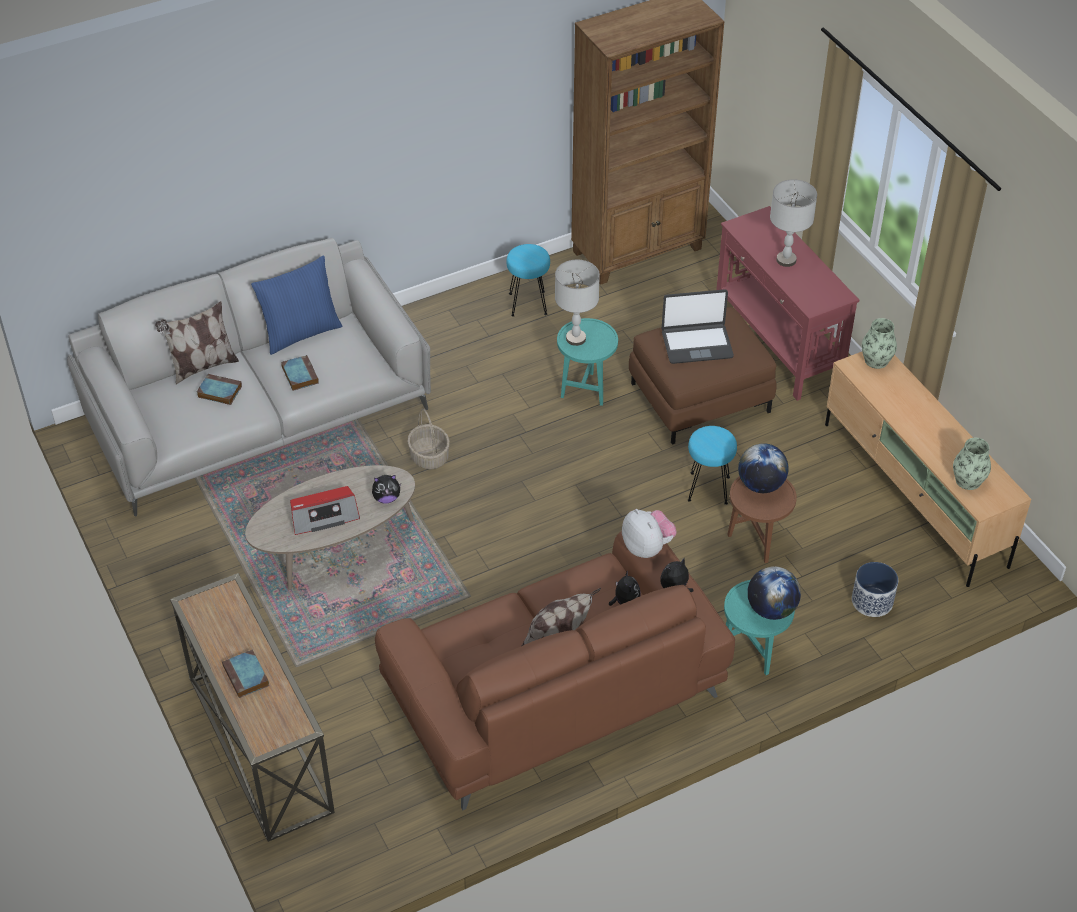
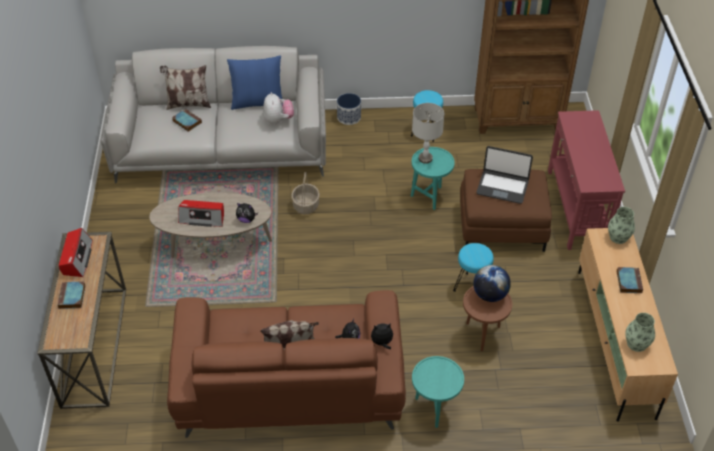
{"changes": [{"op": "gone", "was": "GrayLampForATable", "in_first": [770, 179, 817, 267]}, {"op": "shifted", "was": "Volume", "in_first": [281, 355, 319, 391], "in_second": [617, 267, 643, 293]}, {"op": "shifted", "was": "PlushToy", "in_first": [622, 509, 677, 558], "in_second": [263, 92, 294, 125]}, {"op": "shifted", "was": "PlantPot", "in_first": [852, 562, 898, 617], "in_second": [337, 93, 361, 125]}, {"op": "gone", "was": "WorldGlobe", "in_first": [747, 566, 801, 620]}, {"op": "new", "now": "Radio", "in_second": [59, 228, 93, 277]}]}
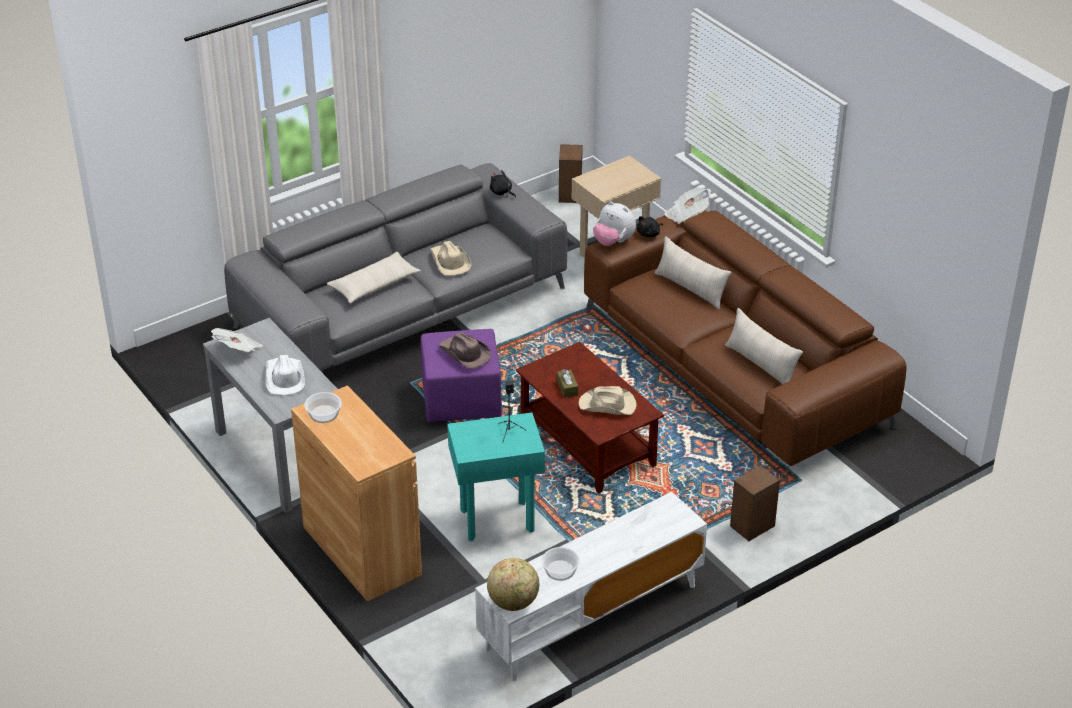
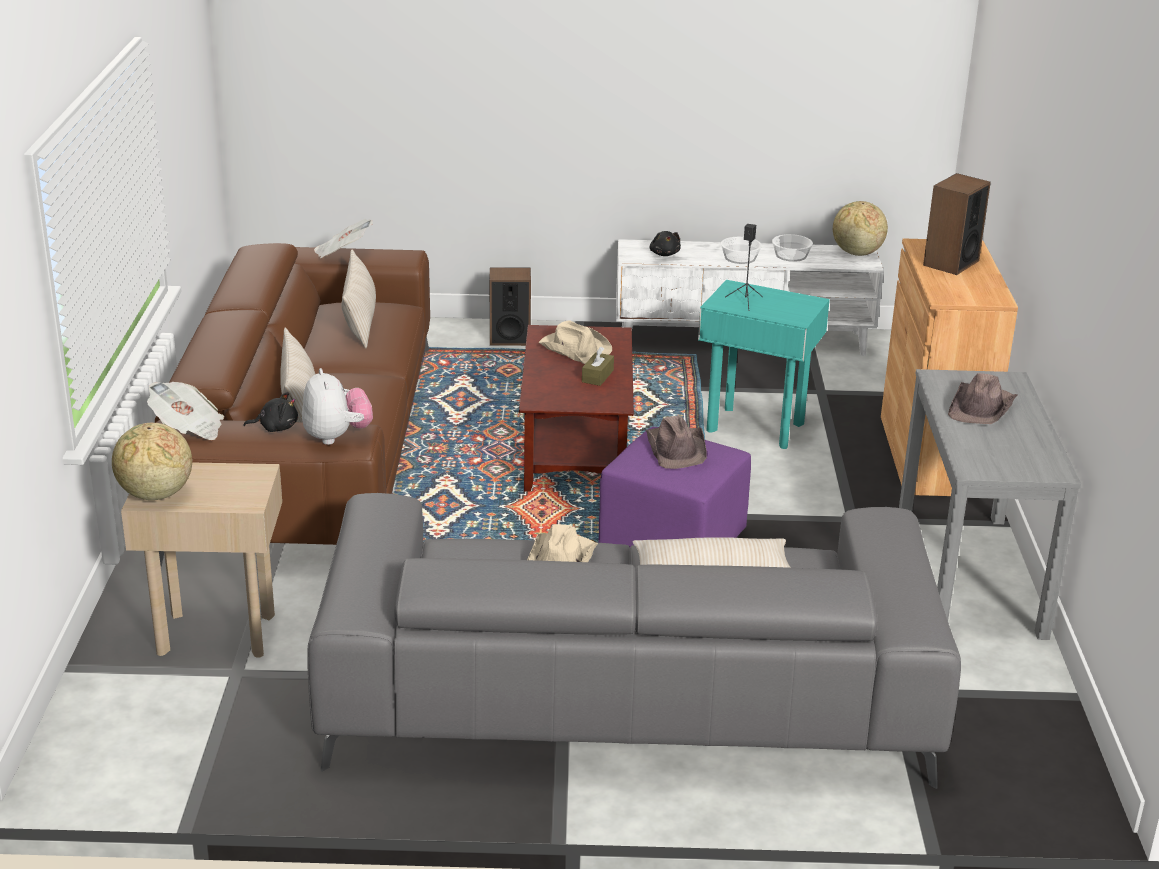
{"changes": [{"op": "shifted", "was": "Loudspeaker", "in_first": [559, 144, 583, 203], "in_second": [923, 173, 991, 275]}, {"op": "shifted", "was": "BlackPlushToy", "in_first": [490, 170, 516, 198], "in_second": [650, 231, 681, 256]}, {"op": "shifted", "was": "PrintedPaper", "in_first": [211, 328, 263, 352], "in_second": [314, 219, 373, 258]}, {"op": "repainted", "was": "WhiteHat", "now": "BrownColouredHat", "in_first": [266, 355, 305, 395], "in_second": [948, 373, 1018, 424]}, {"op": "shifted", "was": "Bowl", "in_first": [304, 392, 342, 423], "in_second": [721, 237, 762, 264]}, {"op": "new", "now": "WorldGlobe", "in_second": [112, 423, 192, 500]}]}
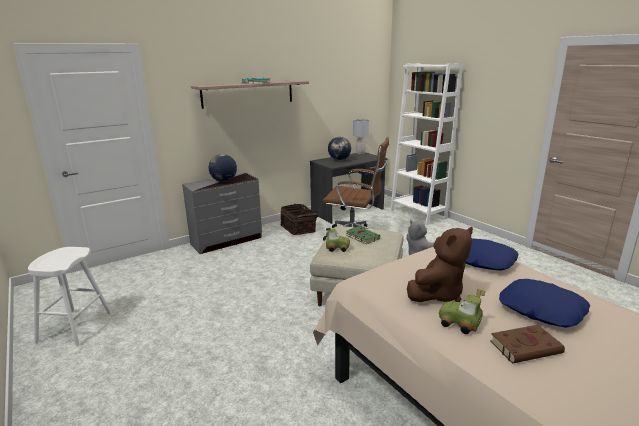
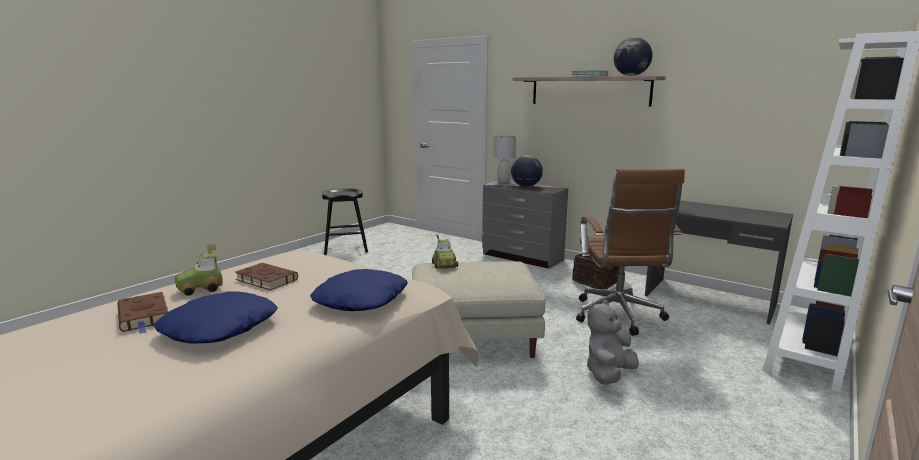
{"changes": [{"op": "shifted", "was": "GrayLampForATable", "in_first": [353, 119, 369, 154], "in_second": [493, 135, 516, 183]}, {"op": "shifted", "was": "WorldGlobe", "in_first": [328, 137, 351, 160], "in_second": [614, 37, 652, 76]}, {"op": "gone", "was": "GreenVolume", "in_first": [346, 226, 380, 244]}, {"op": "swapped", "was": "BrownColouredPlushToy", "now": "BrownColouredVolume", "in_first": [407, 227, 473, 302], "in_second": [235, 263, 298, 290]}, {"op": "repainted", "was": "WhiteStool", "now": "BlackStool", "in_first": [28, 247, 111, 346], "in_second": [322, 188, 368, 255]}, {"op": "rotated", "was": "MiniatureCar", "in_first": [439, 289, 485, 334], "in_second": [174, 245, 223, 296], "clockwise": -135}]}
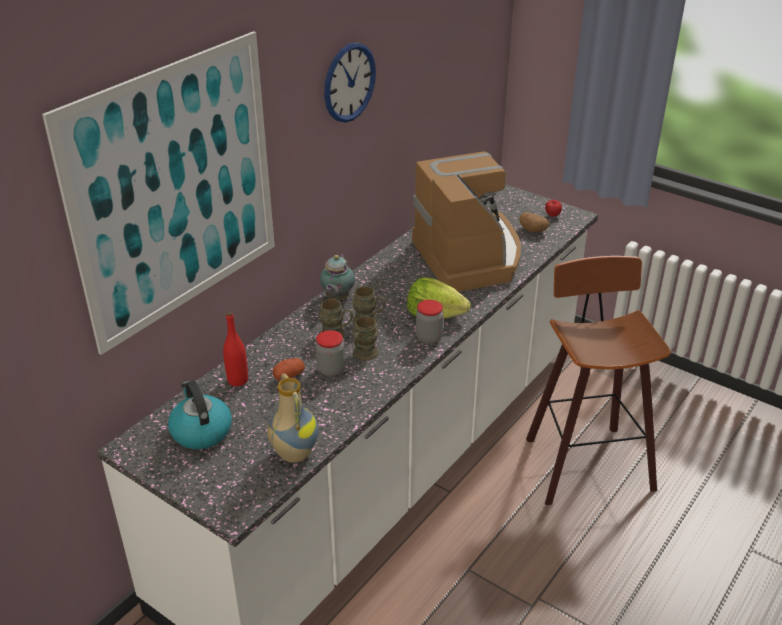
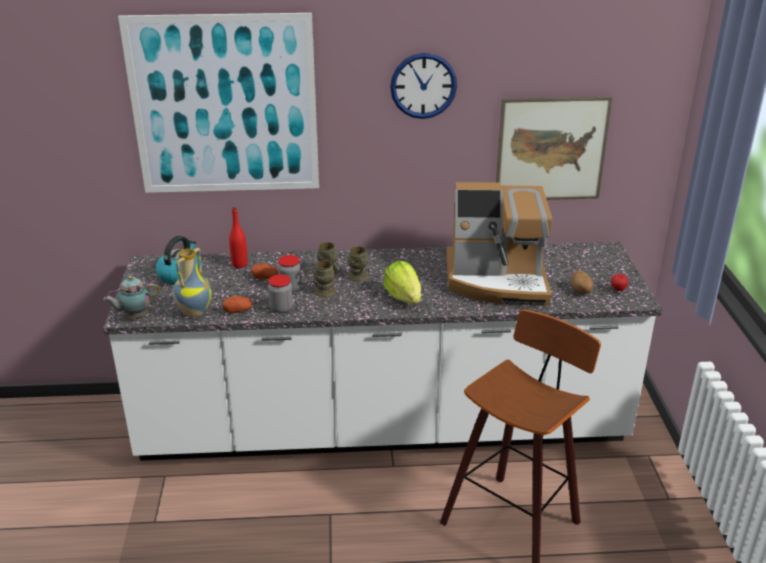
{"changes": [{"op": "rotated", "was": "CoffeeBrewer", "in_first": [412, 151, 521, 292], "in_second": [446, 182, 552, 306], "clockwise": 60}, {"op": "shifted", "was": "TeaPot", "in_first": [320, 254, 355, 300], "in_second": [103, 276, 160, 318]}, {"op": "shifted", "was": "StorageJar", "in_first": [416, 300, 444, 344], "in_second": [268, 274, 293, 313]}, {"op": "new", "now": "WallPicture", "in_second": [496, 97, 612, 200]}, {"op": "new", "now": "WholePotato", "in_second": [222, 296, 252, 313]}]}
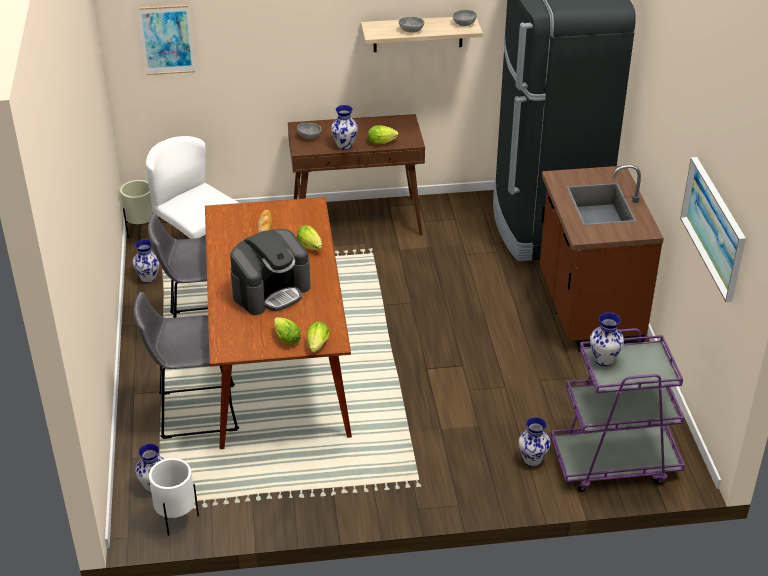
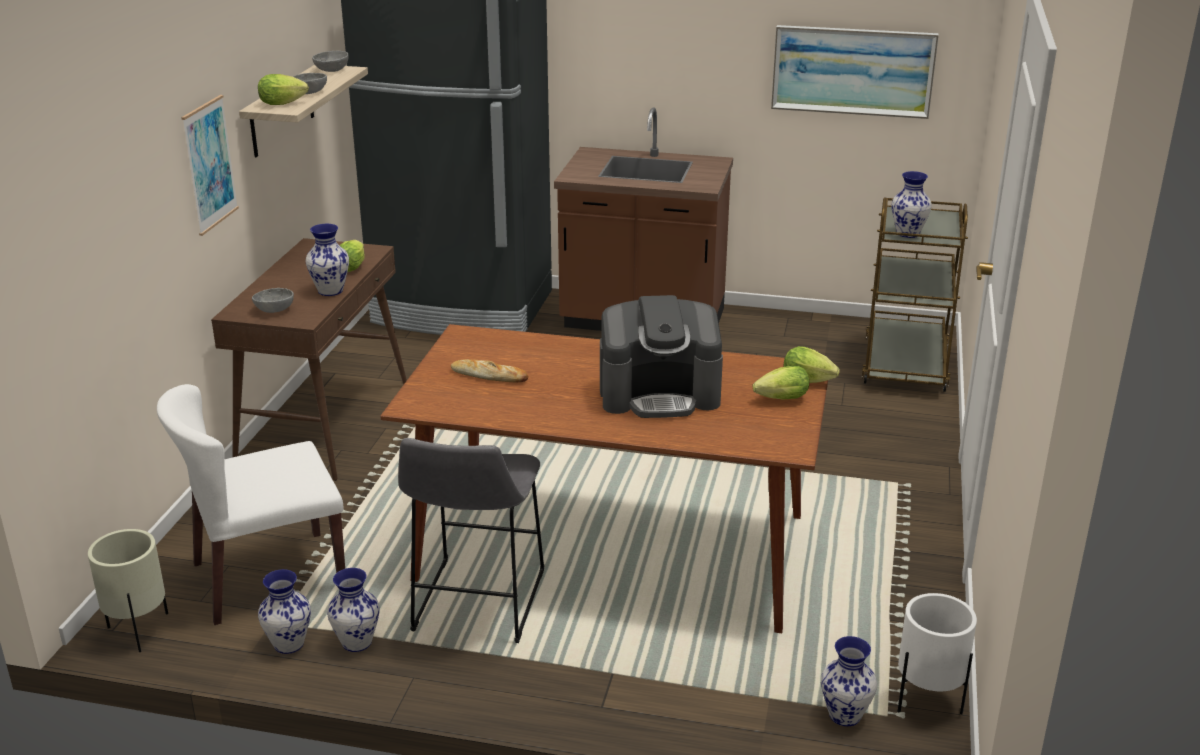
{"changes": [{"op": "shifted", "was": "WallPicture", "in_first": [138, 5, 195, 75], "in_second": [181, 95, 239, 236]}, {"op": "shifted", "was": "Lettuce", "in_first": [297, 225, 322, 250], "in_second": [258, 74, 309, 105]}, {"op": "rotated", "was": "CoffeeBrewer", "in_first": [230, 229, 311, 315], "in_second": [600, 295, 723, 418], "clockwise": 105}, {"op": "gone", "was": "GrayStool", "in_first": [133, 292, 239, 439]}, {"op": "repainted", "was": "PurplishTrolley", "now": "BrownColouredTrolley", "in_first": [551, 328, 685, 492], "in_second": [862, 197, 968, 392]}, {"op": "shifted", "was": "Vase", "in_first": [519, 417, 550, 466], "in_second": [327, 568, 379, 652]}]}
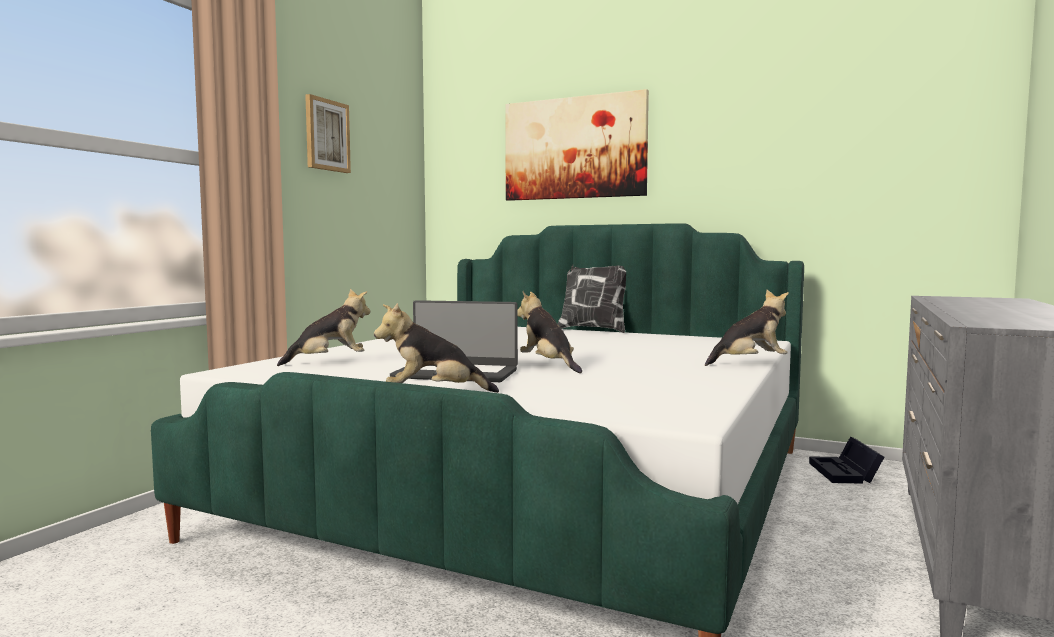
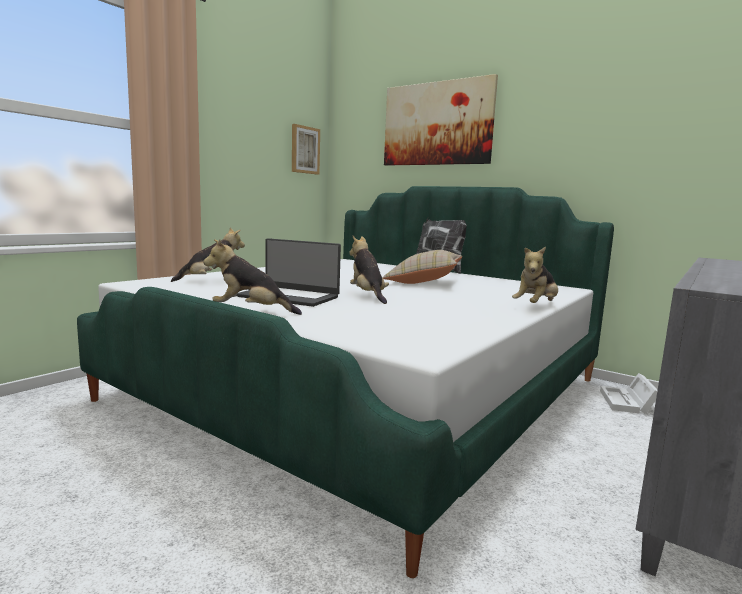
{"changes": [{"op": "shifted", "was": "WallPicture", "in_first": [305, 94, 351, 173], "in_second": [292, 124, 320, 174]}, {"op": "rotated", "was": "PlushToy", "in_first": [705, 290, 789, 366], "in_second": [512, 247, 558, 303], "clockwise": 135}, {"op": "repainted", "was": "BlackStorageBin", "now": "WhiteStorageBin", "in_first": [809, 436, 884, 484], "in_second": [600, 373, 657, 414]}, {"op": "new", "now": "BeigeColouredPillow", "in_second": [383, 250, 462, 284]}]}
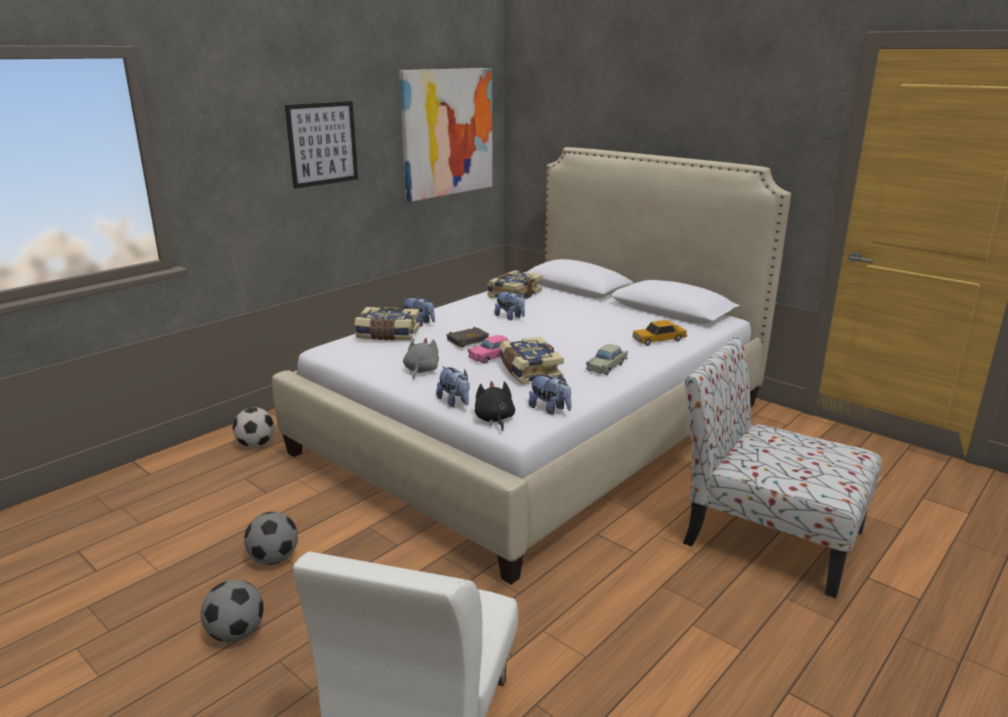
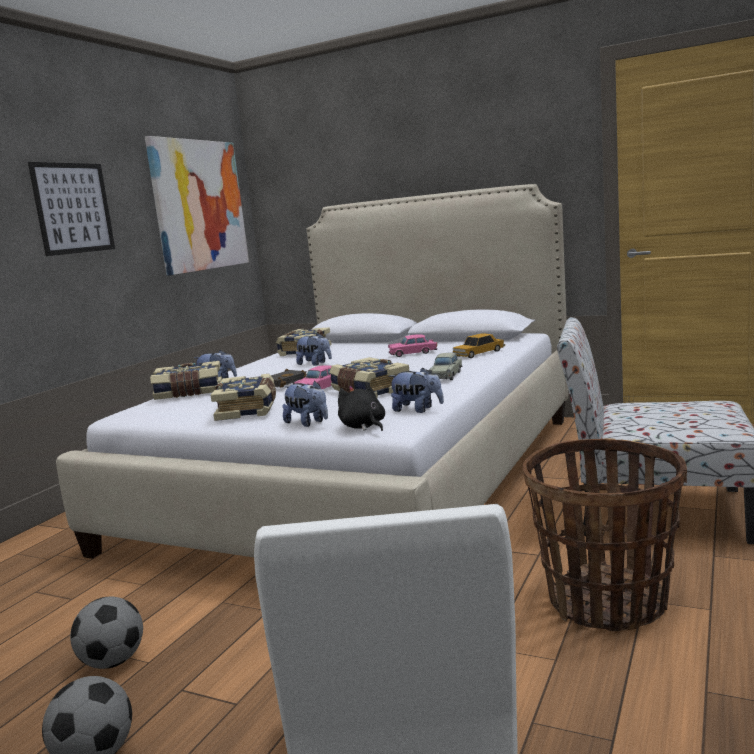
{"changes": [{"op": "swapped", "was": "GrayPlushToy", "now": "Volume", "in_first": [403, 338, 439, 380], "in_second": [211, 374, 276, 421]}, {"op": "gone", "was": "Football", "in_first": [232, 407, 275, 447]}, {"op": "new", "now": "PinkMiniatureCar", "in_second": [388, 334, 437, 357]}, {"op": "new", "now": "Basket", "in_second": [523, 438, 687, 631]}]}
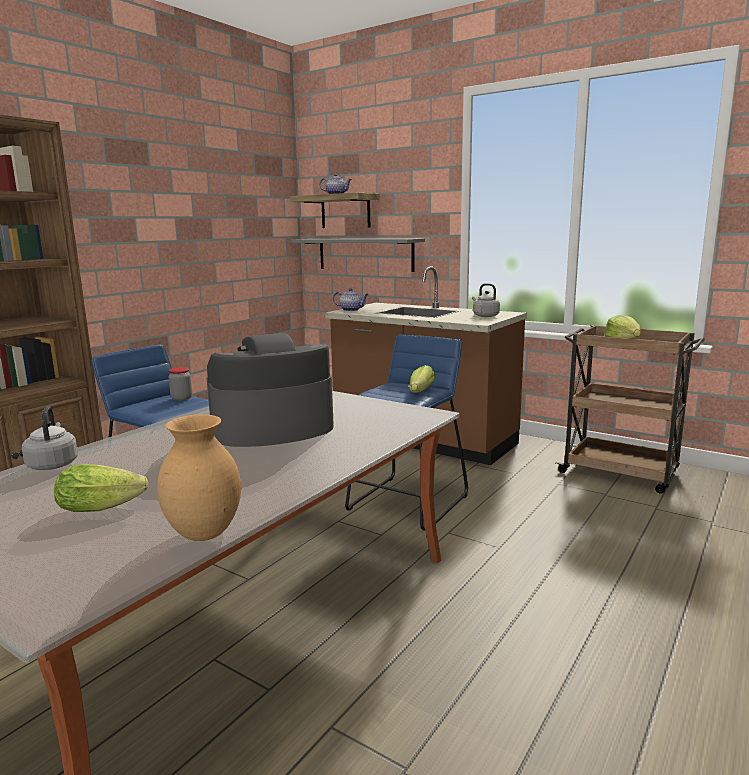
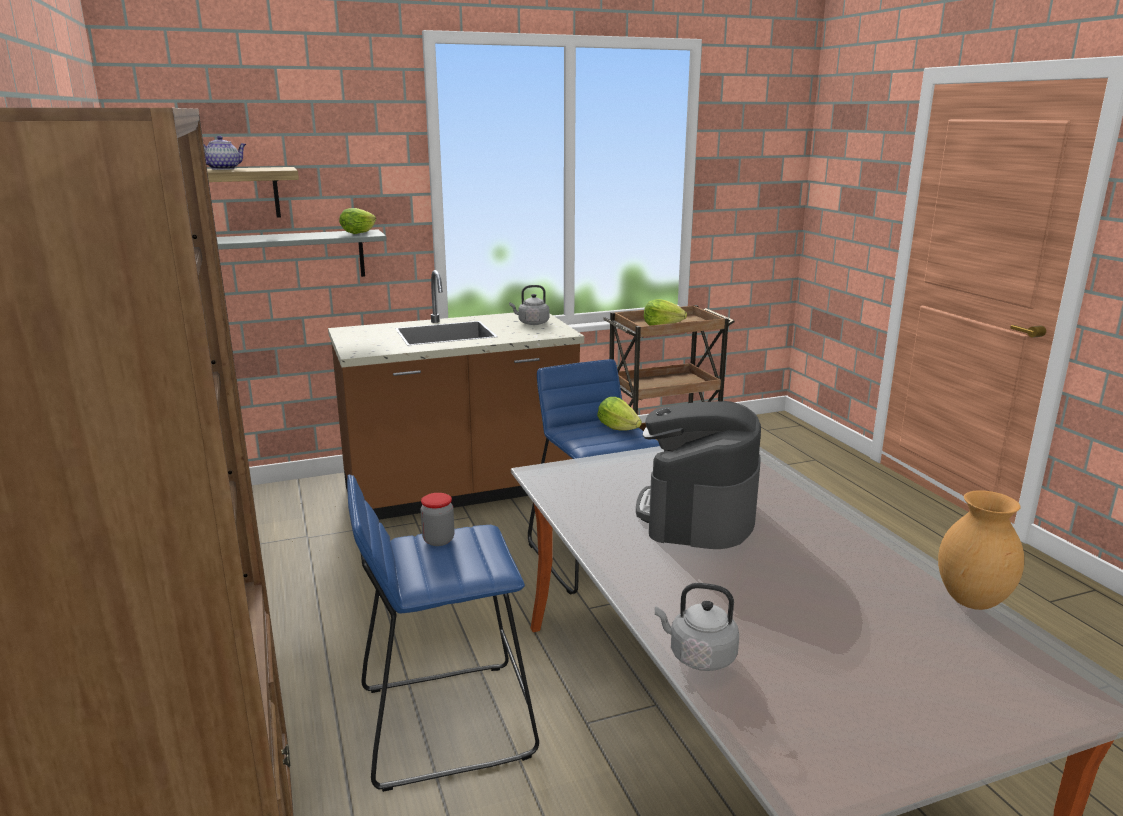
{"changes": [{"op": "gone", "was": "TeaPot", "in_first": [333, 288, 369, 311]}, {"op": "shifted", "was": "Lettuce", "in_first": [54, 464, 148, 512], "in_second": [339, 208, 376, 234]}]}
